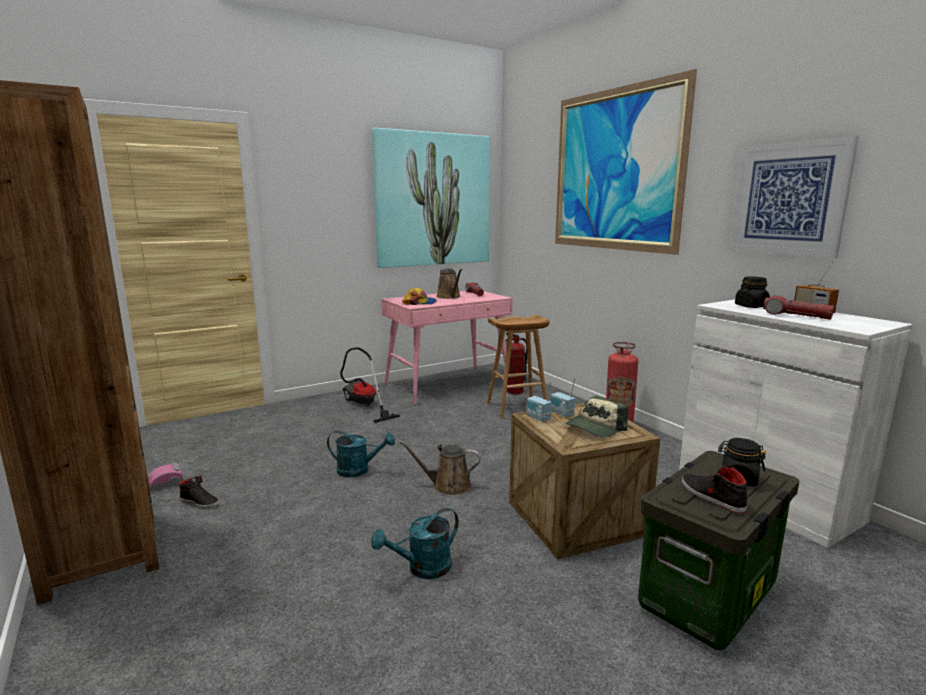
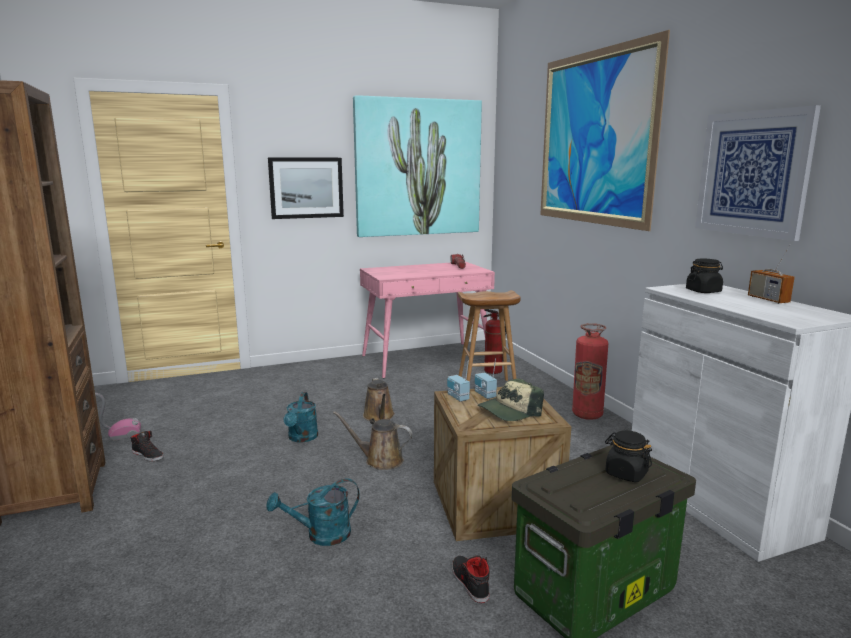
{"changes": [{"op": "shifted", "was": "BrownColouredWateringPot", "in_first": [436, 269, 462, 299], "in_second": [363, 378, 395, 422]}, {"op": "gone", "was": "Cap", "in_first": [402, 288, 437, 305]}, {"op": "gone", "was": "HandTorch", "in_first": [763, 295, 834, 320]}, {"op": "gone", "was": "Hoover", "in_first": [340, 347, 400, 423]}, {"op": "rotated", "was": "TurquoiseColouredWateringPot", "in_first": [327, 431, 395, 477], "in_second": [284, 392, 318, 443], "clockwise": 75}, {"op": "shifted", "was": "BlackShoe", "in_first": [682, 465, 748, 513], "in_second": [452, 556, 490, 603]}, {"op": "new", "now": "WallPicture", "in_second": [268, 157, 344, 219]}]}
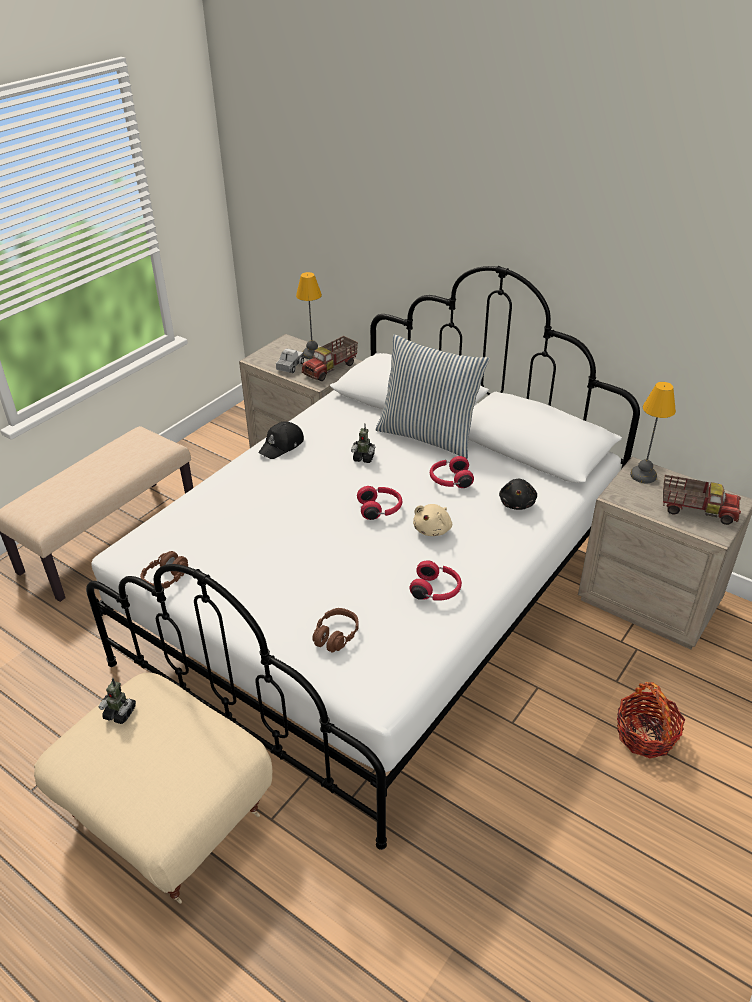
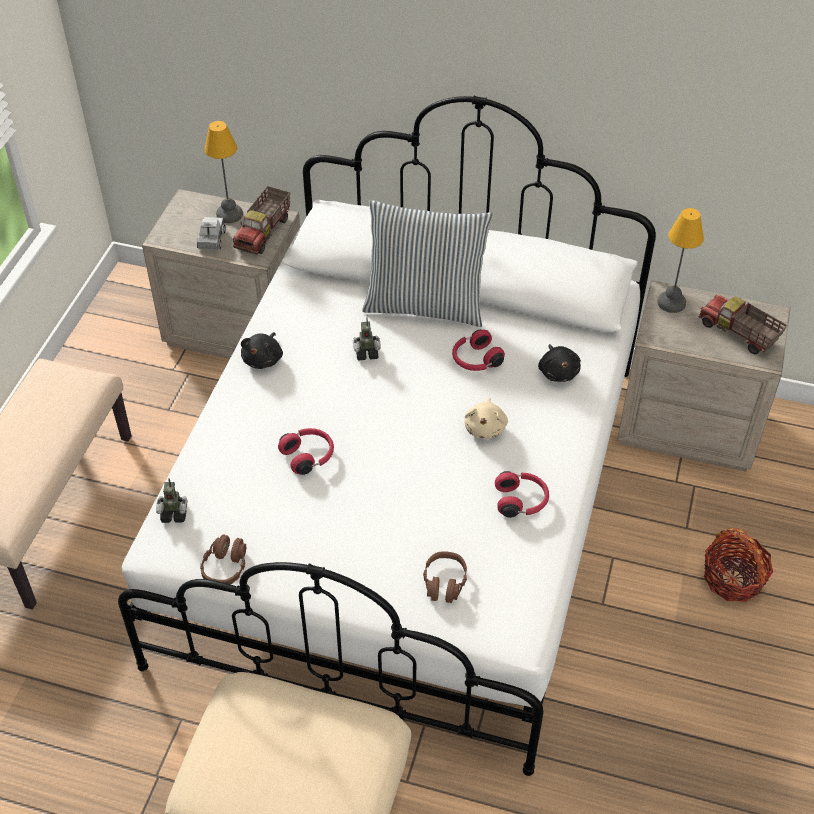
{"changes": [{"op": "swapped", "was": "BlackCap", "now": "BlackPlushToy", "in_first": [258, 422, 304, 459], "in_second": [241, 332, 283, 369]}, {"op": "rotated", "was": "ToyLorry", "in_first": [663, 475, 741, 525], "in_second": [699, 294, 787, 354], "clockwise": -135}, {"op": "shifted", "was": "ReddishPairOfHeadphones", "in_first": [357, 486, 402, 520], "in_second": [278, 428, 334, 475]}, {"op": "shifted", "was": "RobotFigure", "in_first": [99, 678, 136, 724], "in_second": [156, 478, 188, 523]}]}
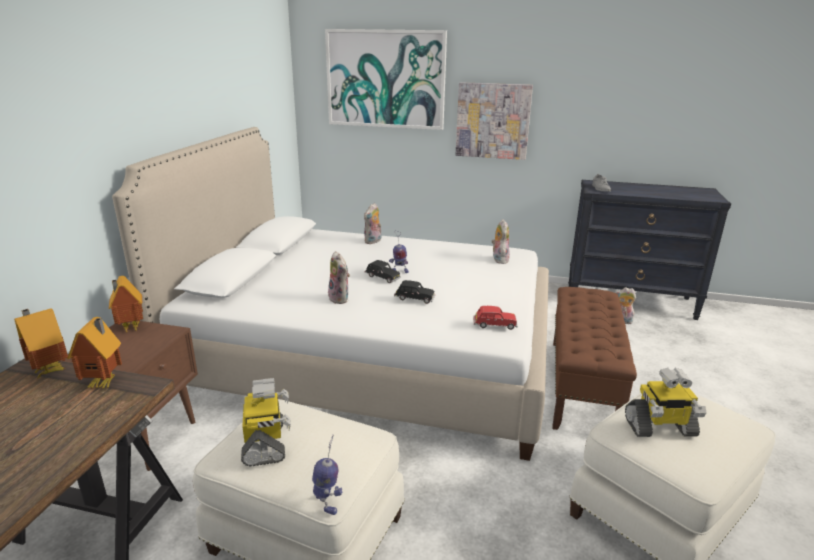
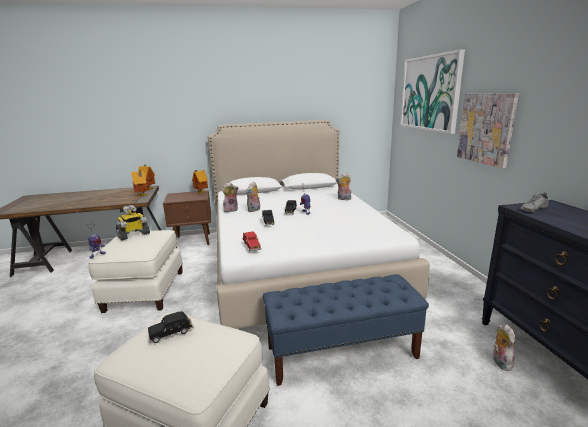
{"changes": [{"op": "shifted", "was": "PlushToy", "in_first": [491, 219, 510, 264], "in_second": [223, 182, 238, 212]}, {"op": "repainted", "was": "BrownColouredBench", "now": "BluishBench", "in_first": [552, 287, 637, 430], "in_second": [263, 274, 429, 386]}, {"op": "swapped", "was": "RobotFigure", "now": "BlackMiniatureCar", "in_first": [625, 368, 706, 437], "in_second": [148, 311, 194, 343]}]}
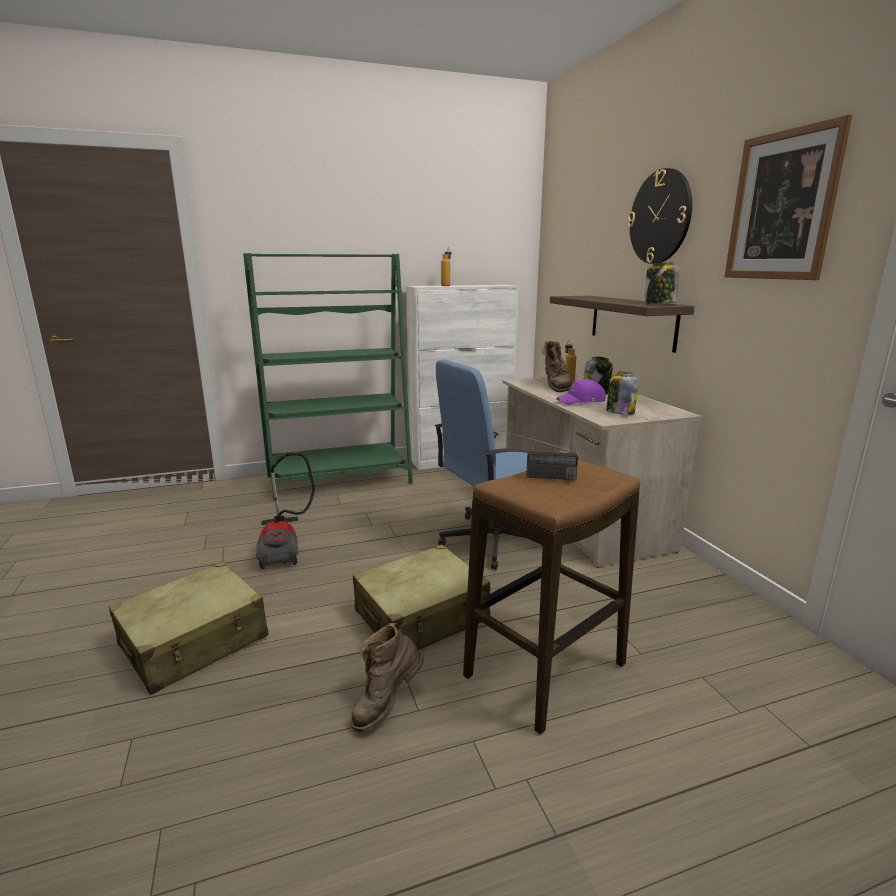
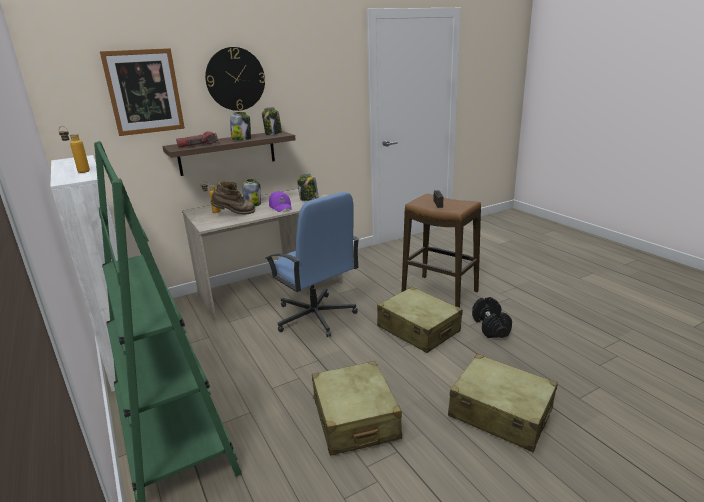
{"changes": [{"op": "shifted", "was": "WallPicture", "in_first": [724, 114, 852, 280], "in_second": [100, 48, 185, 136]}, {"op": "swapped", "was": "Hoover", "now": "BeigeColouredTravelCase", "in_first": [256, 453, 315, 569], "in_second": [312, 361, 402, 456]}, {"op": "swapped", "was": "BrownColouredTallBoot", "now": "BlackHandWeight", "in_first": [351, 623, 424, 733], "in_second": [472, 297, 512, 338]}, {"op": "new", "now": "StorageJar", "in_second": [230, 112, 251, 140]}, {"op": "new", "now": "HandTorch", "in_second": [176, 132, 218, 148]}]}
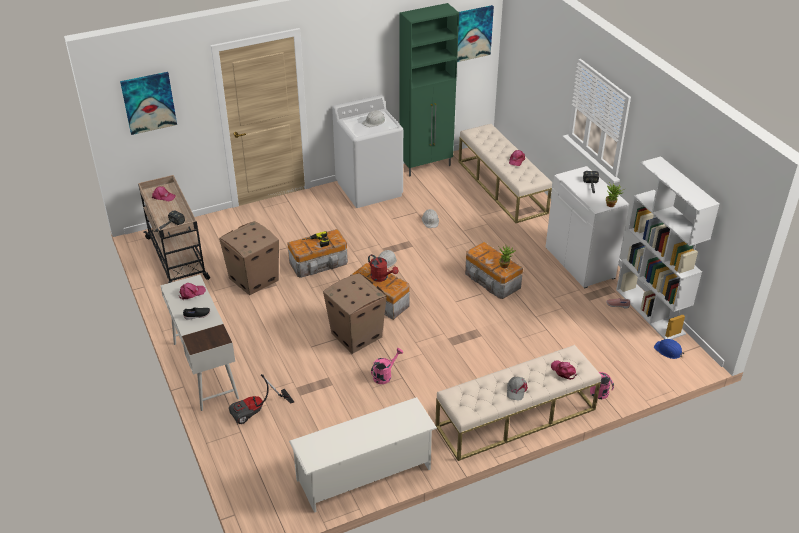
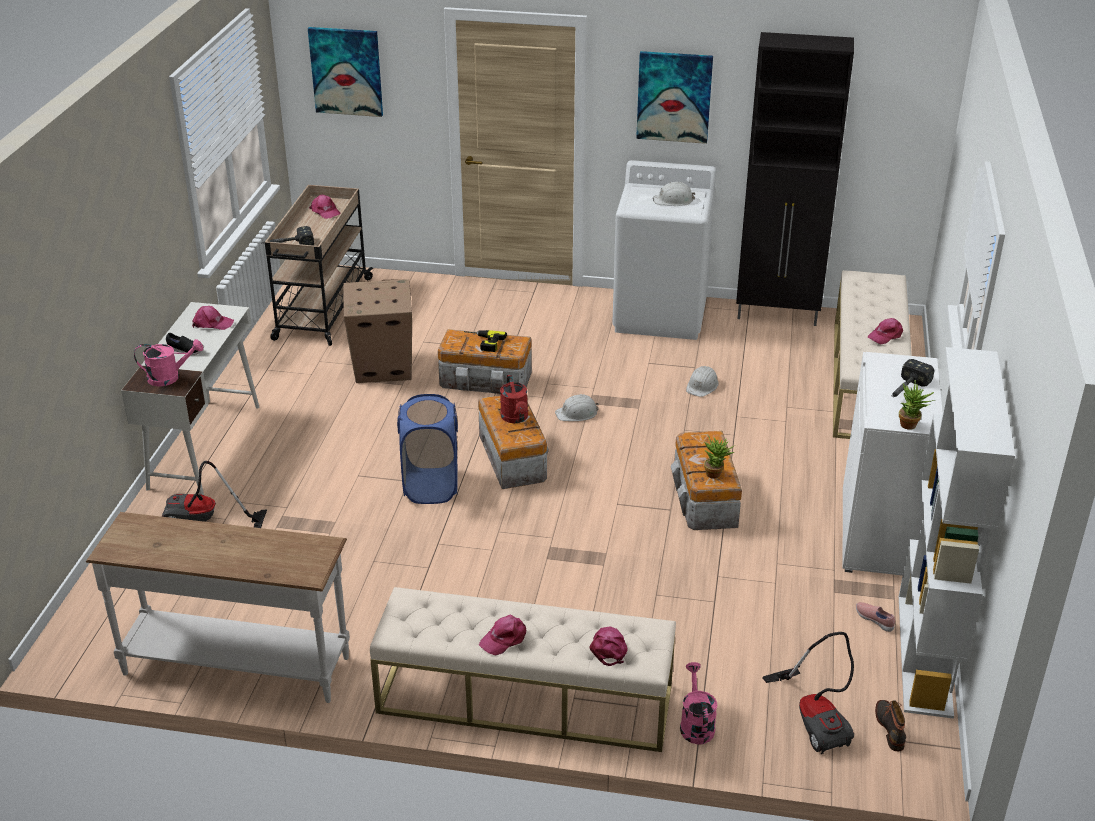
{"changes": [{"op": "repainted", "was": "GreenStorageCabinet", "now": "BlackStorageCabinet", "in_first": [400, 3, 459, 176], "in_second": [736, 32, 854, 326]}, {"op": "shifted", "was": "WallPicture", "in_first": [457, 5, 494, 62], "in_second": [636, 51, 713, 144]}, {"op": "swapped", "was": "PackingBox", "now": "BluishLaundryBasket", "in_first": [323, 273, 387, 354], "in_second": [397, 394, 458, 504]}, {"op": "swapped", "was": "BluishWorkHelmet", "now": "TallBoot", "in_first": [654, 339, 684, 359], "in_second": [875, 700, 906, 751]}, {"op": "shifted", "was": "PinkWateringPot", "in_first": [371, 348, 403, 384], "in_second": [134, 339, 203, 386]}, {"op": "repainted", "was": "GrayCap", "now": "PinkCap", "in_first": [507, 377, 528, 400], "in_second": [479, 614, 527, 656]}, {"op": "swapped", "was": "WhiteShoeShelf", "now": "WhiteNarrowTable", "in_first": [289, 397, 437, 513], "in_second": [86, 512, 350, 703]}, {"op": "new", "now": "Hoover", "in_second": [762, 632, 854, 754]}]}
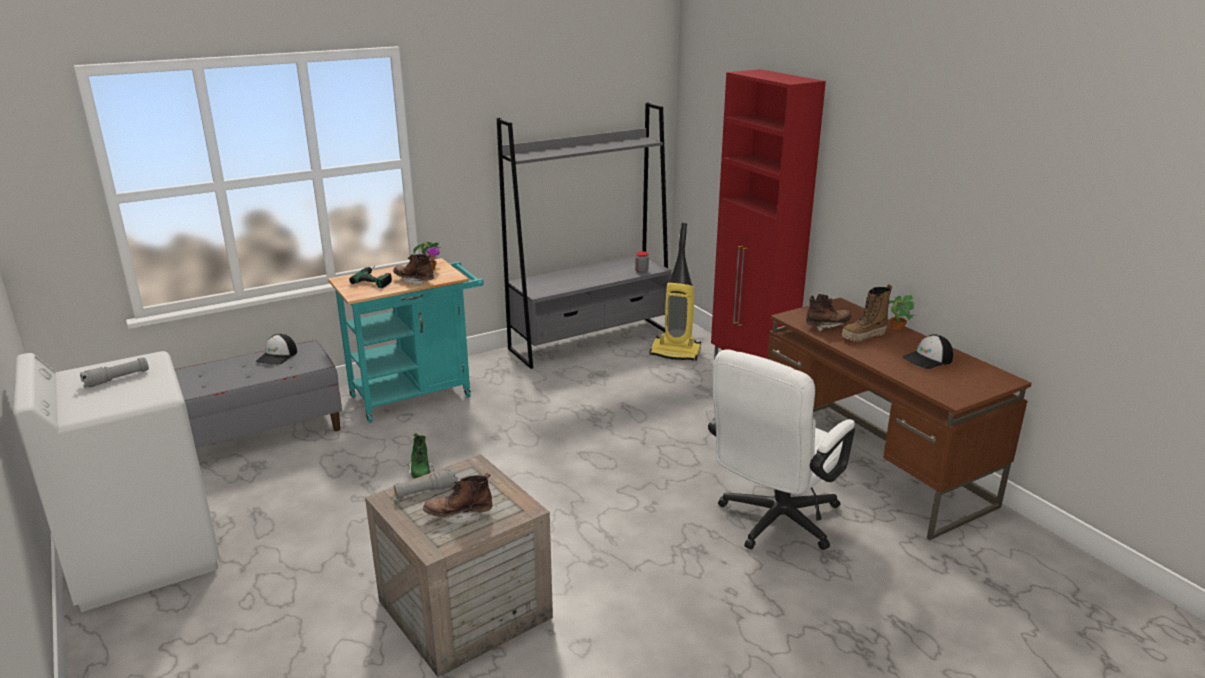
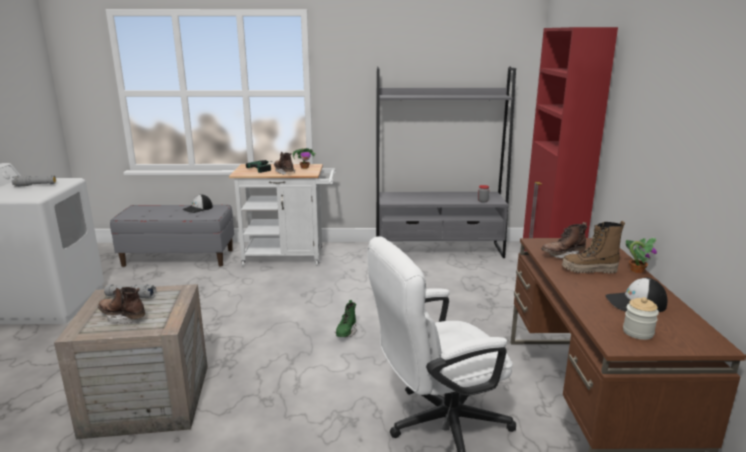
{"changes": [{"op": "gone", "was": "Hoover", "in_first": [649, 223, 701, 361]}, {"op": "repainted", "was": "TurquoiseColouredTrolley", "now": "WhiteTrolley", "in_first": [328, 258, 484, 423], "in_second": [229, 164, 336, 266]}, {"op": "rotated", "was": "BrownColouredTallBoot", "in_first": [806, 294, 852, 332], "in_second": [541, 222, 587, 259], "clockwise": 150}, {"op": "shifted", "was": "GreenTallBoot", "in_first": [408, 433, 434, 479], "in_second": [335, 300, 357, 337]}, {"op": "new", "now": "StorageJar", "in_second": [623, 297, 659, 340]}]}
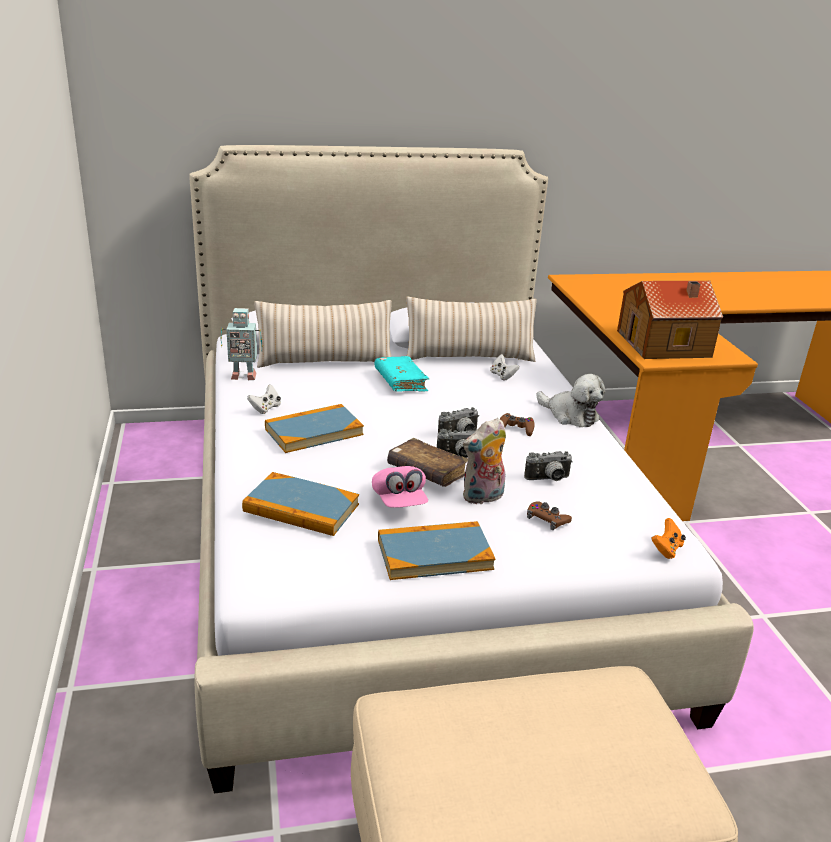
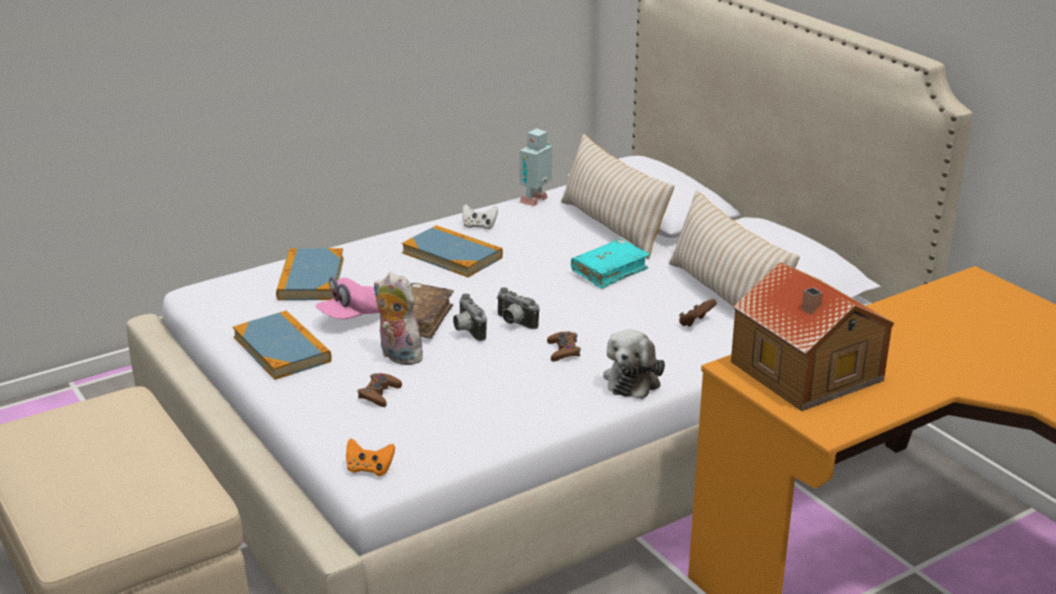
{"changes": [{"op": "rotated", "was": "RobotFigure", "in_first": [221, 308, 263, 380], "in_second": [519, 128, 552, 206], "clockwise": 60}, {"op": "repainted", "was": "WhiteJoypad", "now": "BrownColouredJoypad", "in_first": [490, 354, 519, 381], "in_second": [679, 299, 717, 327]}, {"op": "gone", "was": "PhotoCamera", "in_first": [524, 451, 573, 481]}]}
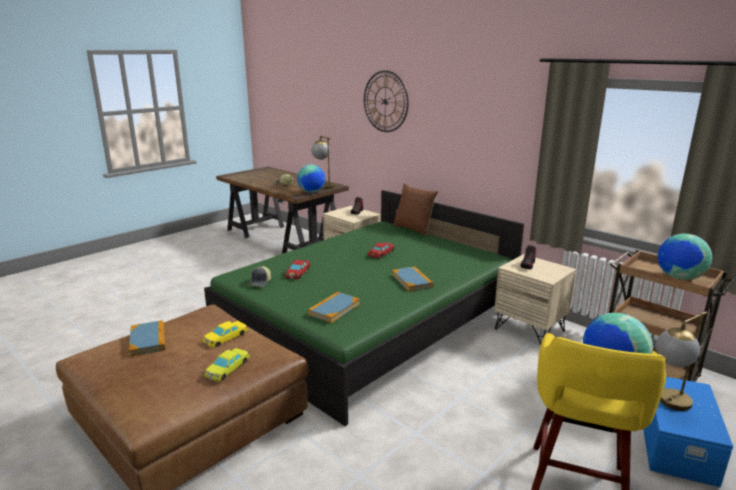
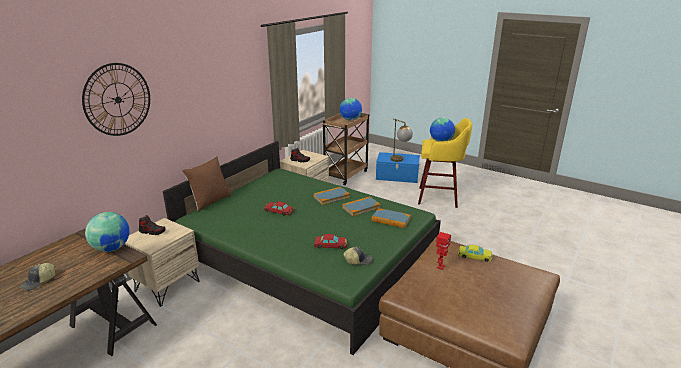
{"changes": [{"op": "gone", "was": "LampForATable", "in_first": [311, 136, 335, 189]}, {"op": "shifted", "was": "Volume", "in_first": [129, 320, 165, 357], "in_second": [342, 196, 381, 216]}, {"op": "swapped", "was": "YellowMiniatureCar", "now": "RobotFigure", "in_first": [202, 321, 248, 347], "in_second": [436, 232, 451, 270]}]}
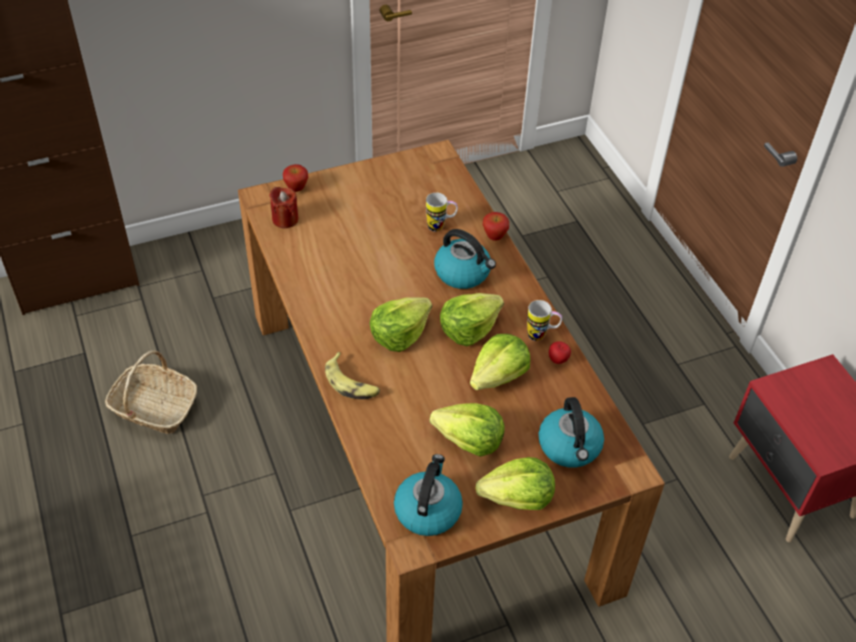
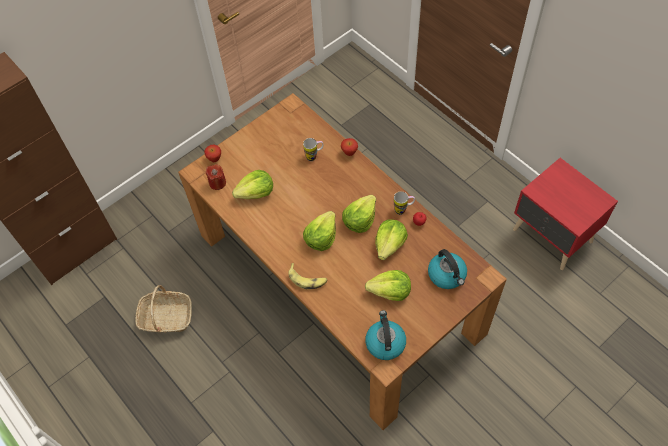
{"changes": [{"op": "gone", "was": "Kettle", "in_first": [434, 229, 496, 289]}, {"op": "shifted", "was": "Lettuce", "in_first": [475, 457, 555, 510], "in_second": [232, 170, 273, 199]}]}
